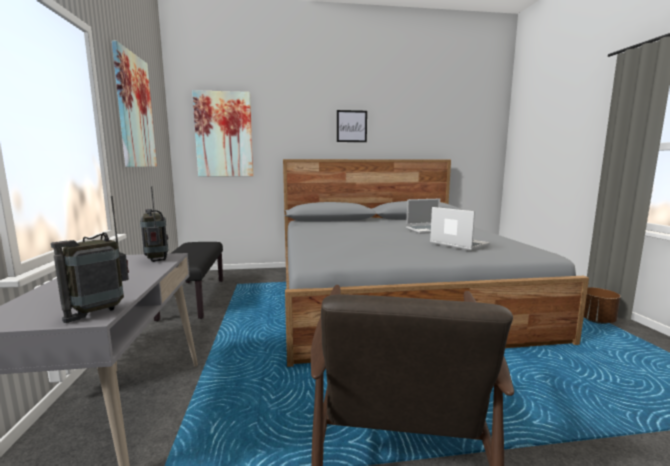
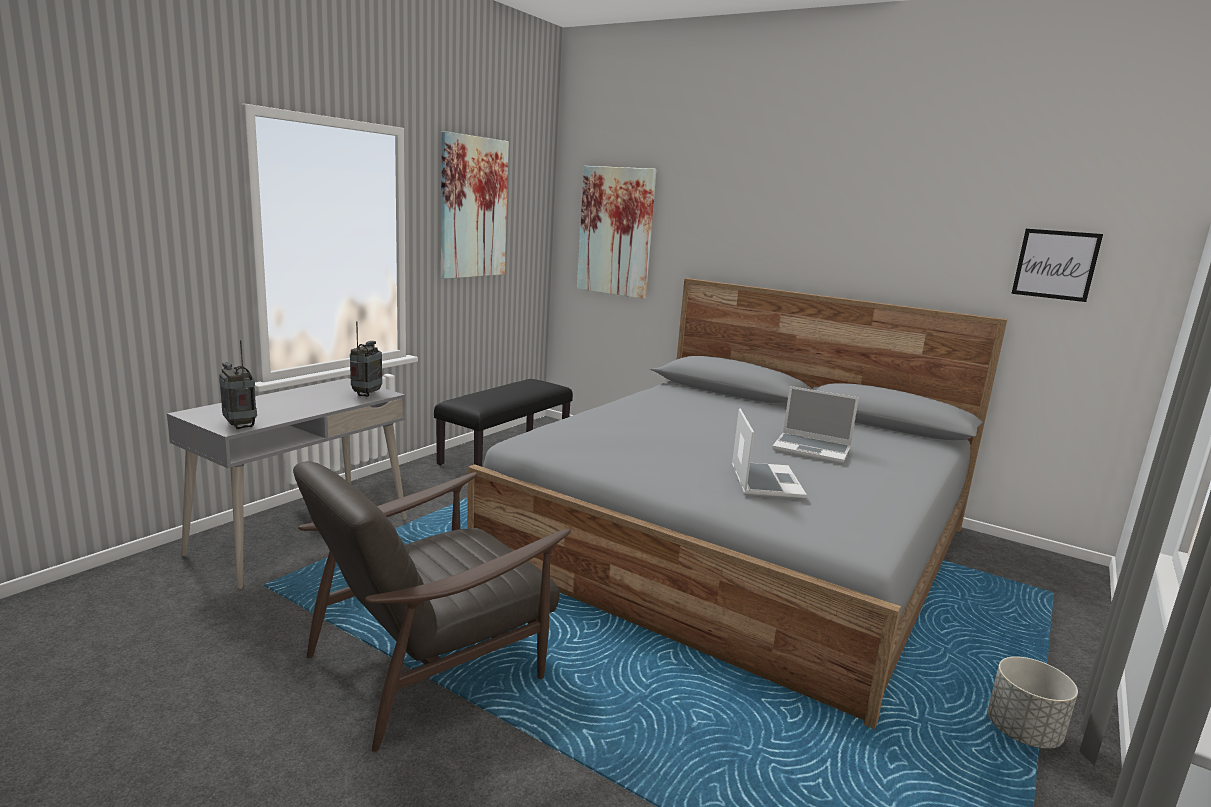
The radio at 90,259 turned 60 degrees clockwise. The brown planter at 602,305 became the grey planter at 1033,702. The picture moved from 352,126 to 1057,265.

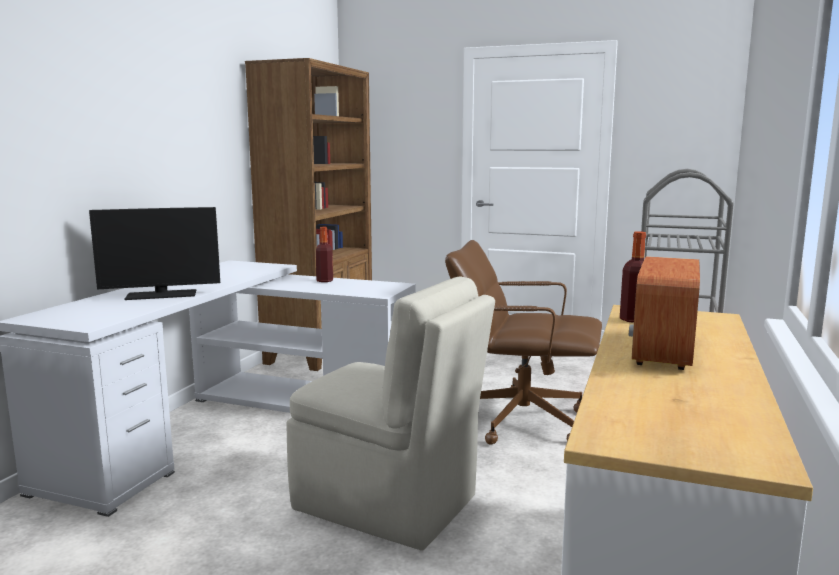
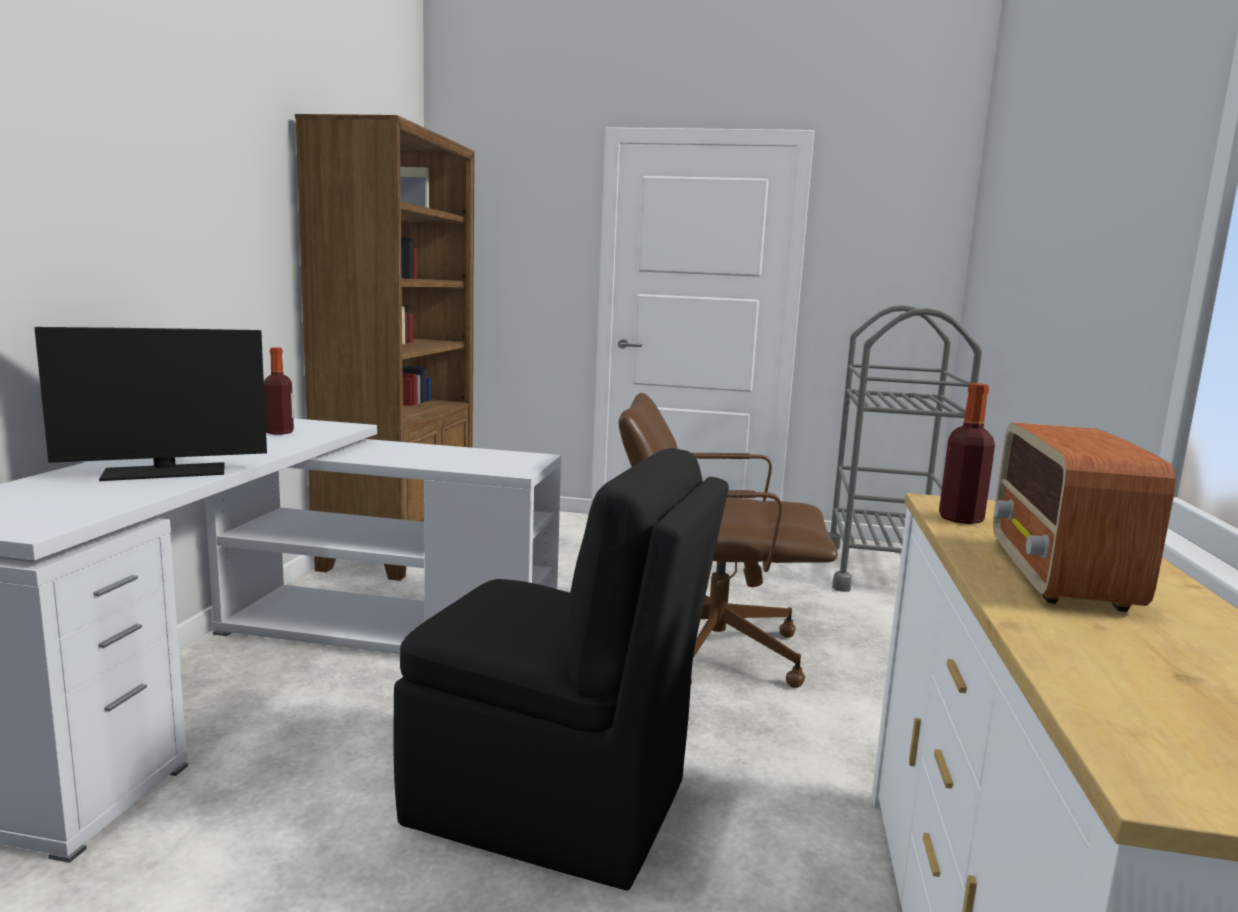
The bottle moved from 324,254 to 279,390. The beige chair at 390,413 became the black chair at 561,669.

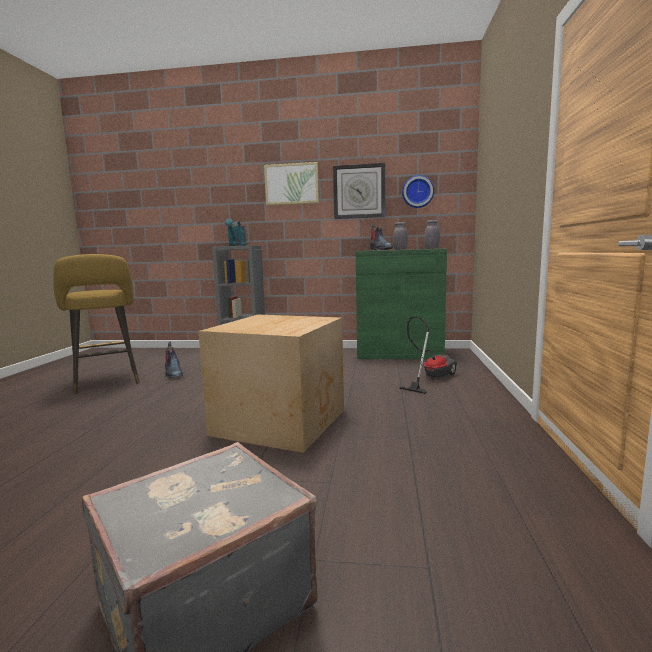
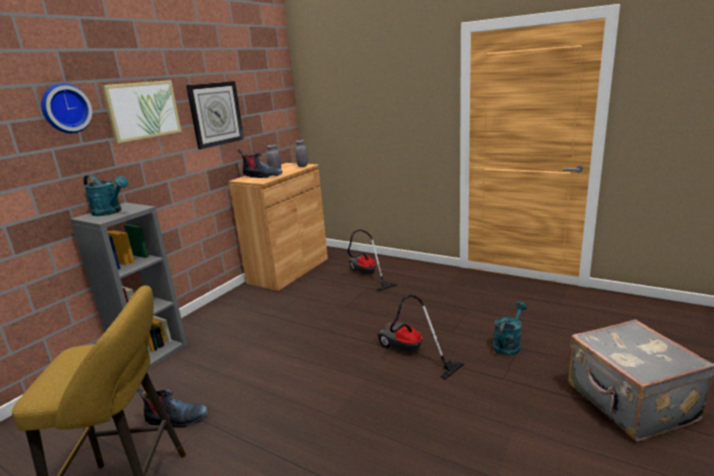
The wall clock moved from 418,191 to 66,108. The green cabinet at 401,304 became the brown cabinet at 278,227. The cardboard box at 271,384 was replaced by the vacuum cleaner at 420,337. The turquoise watering can at 510,329 appeared.

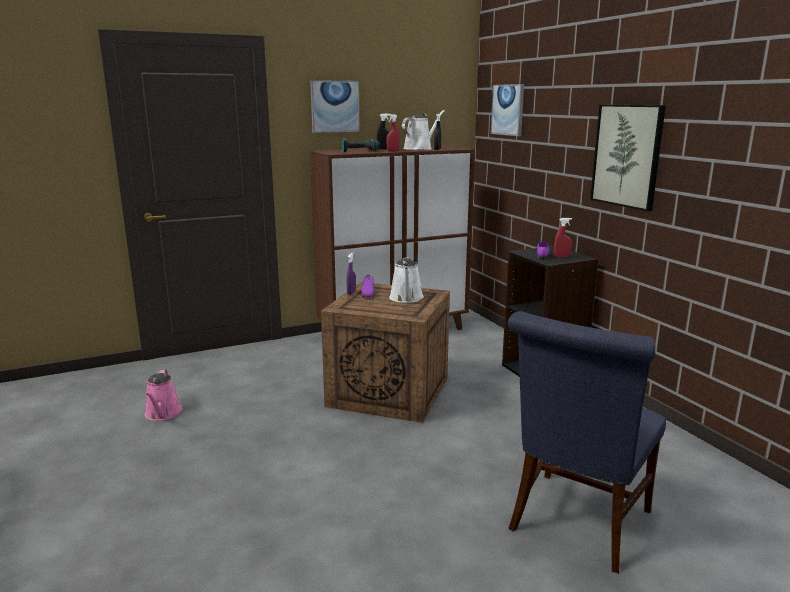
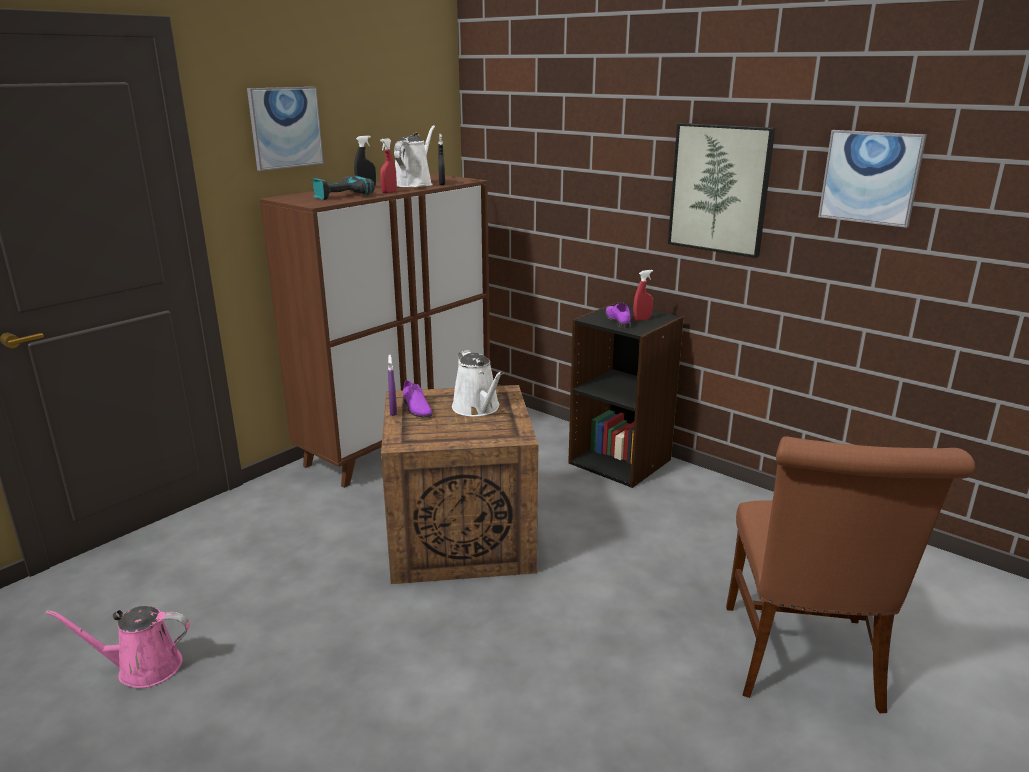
The pink watering can at 164,395 turned 120 degrees clockwise. The blue chair at 587,442 became the brown chair at 850,574. The picture moved from 507,110 to 872,179.

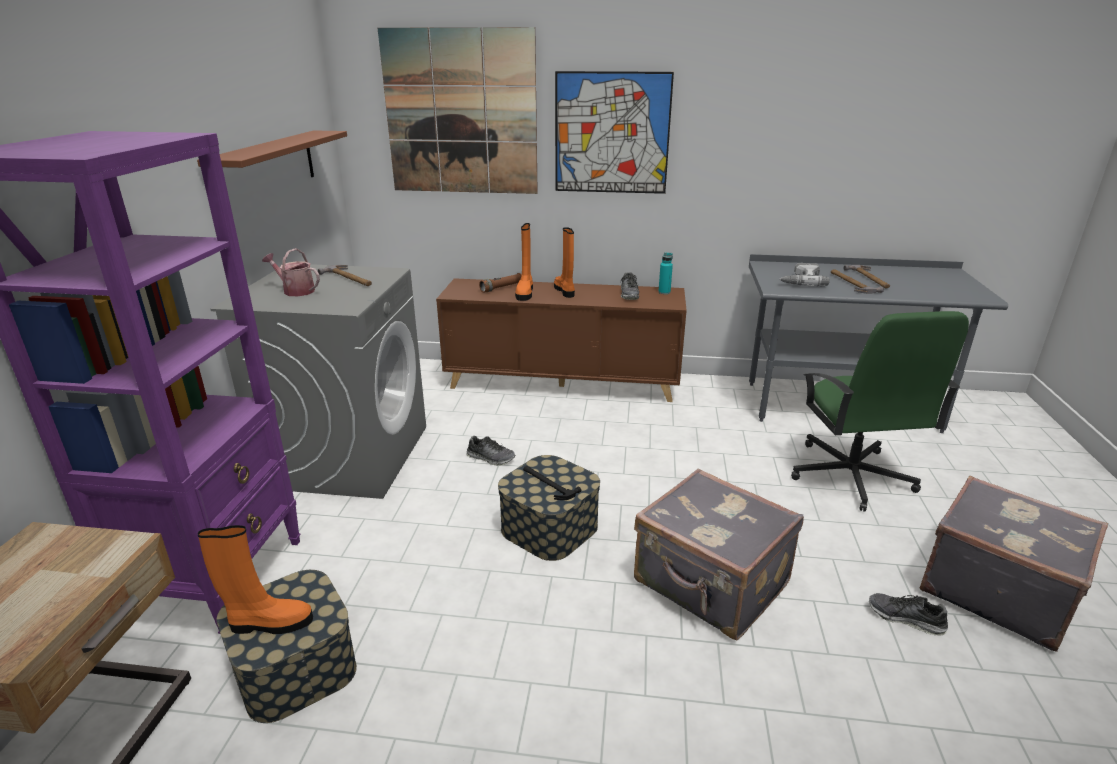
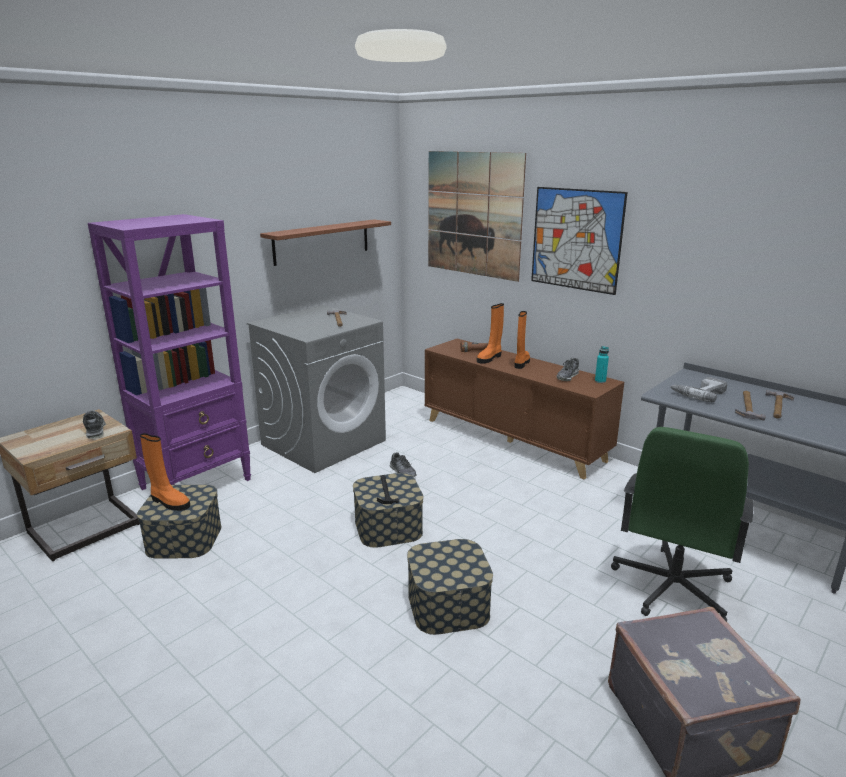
The shoe moved from 908,614 to 94,425. The grey suitcase at 719,554 was replaced by the storage box at 450,587. The watering can at 291,272 disappeared.

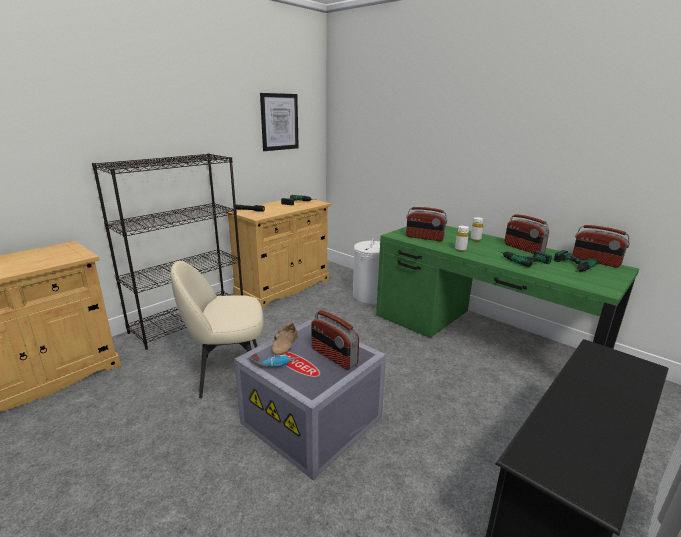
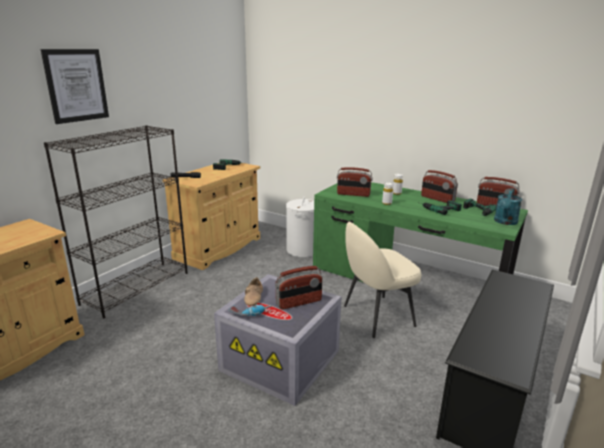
The picture moved from 279,122 to 75,86. The radio at 335,340 turned 60 degrees counterclockwise. The beige chair moved from 217,329 to 382,280. The turquoise watering can at 508,206 appeared.

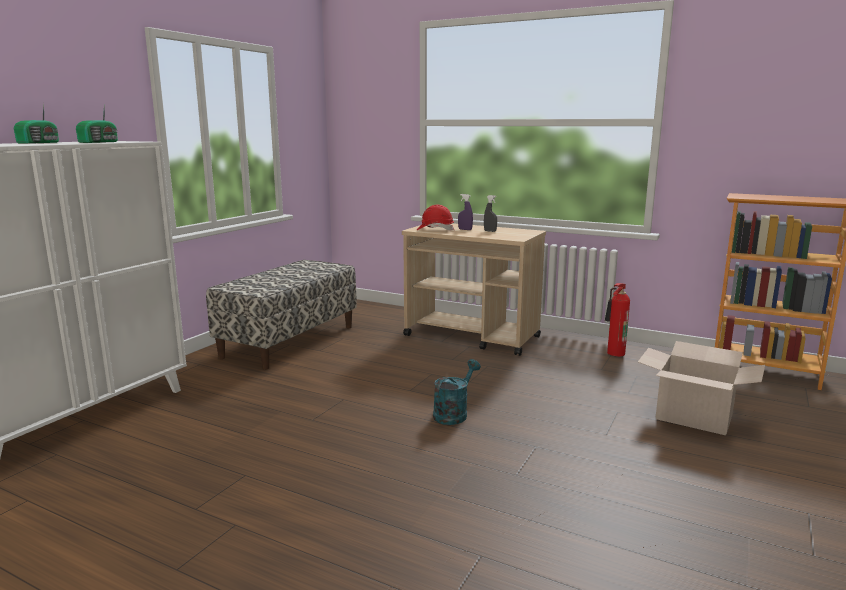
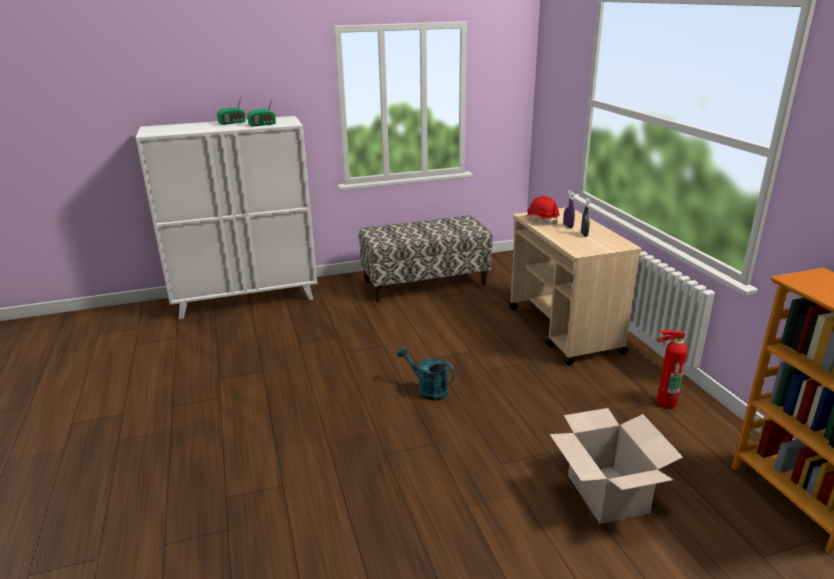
The turquoise watering can at 457,392 turned 135 degrees counterclockwise.

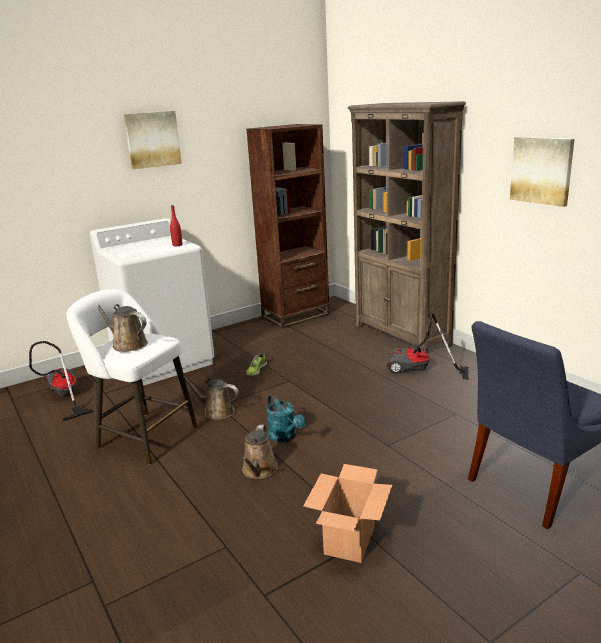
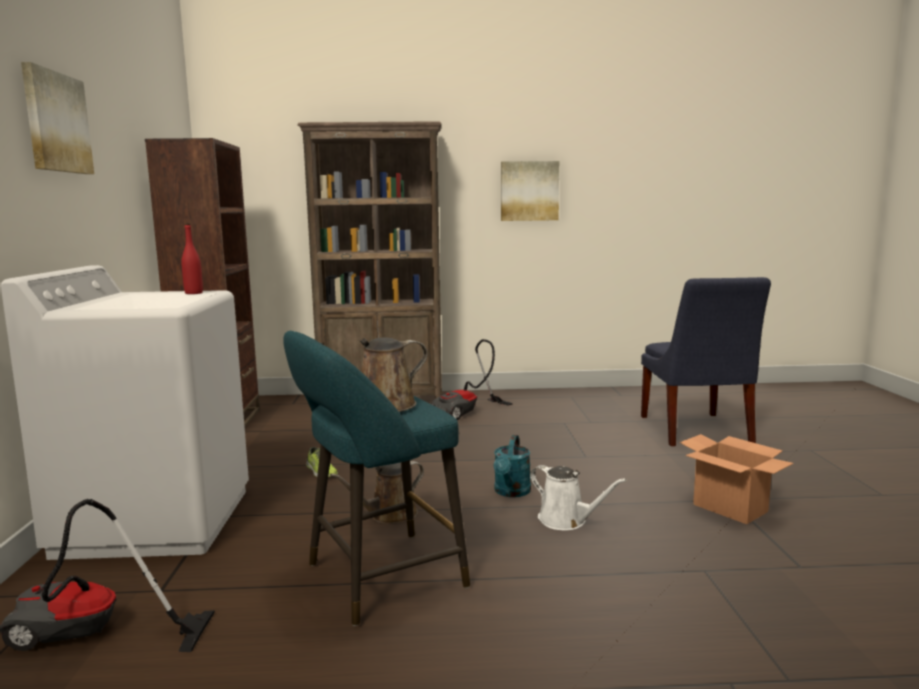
The white stool at 131,377 became the turquoise stool at 376,478. The turquoise watering can at 285,419 turned 105 degrees clockwise. The brown watering can at 260,452 became the white watering can at 578,497.

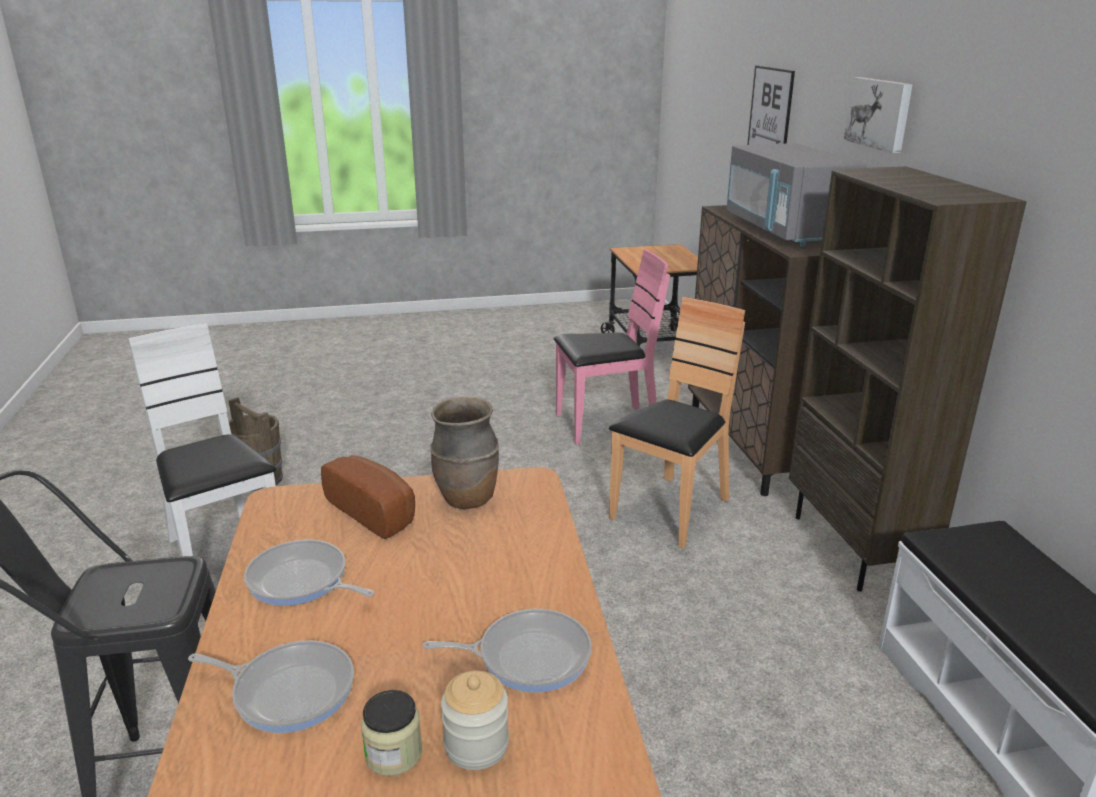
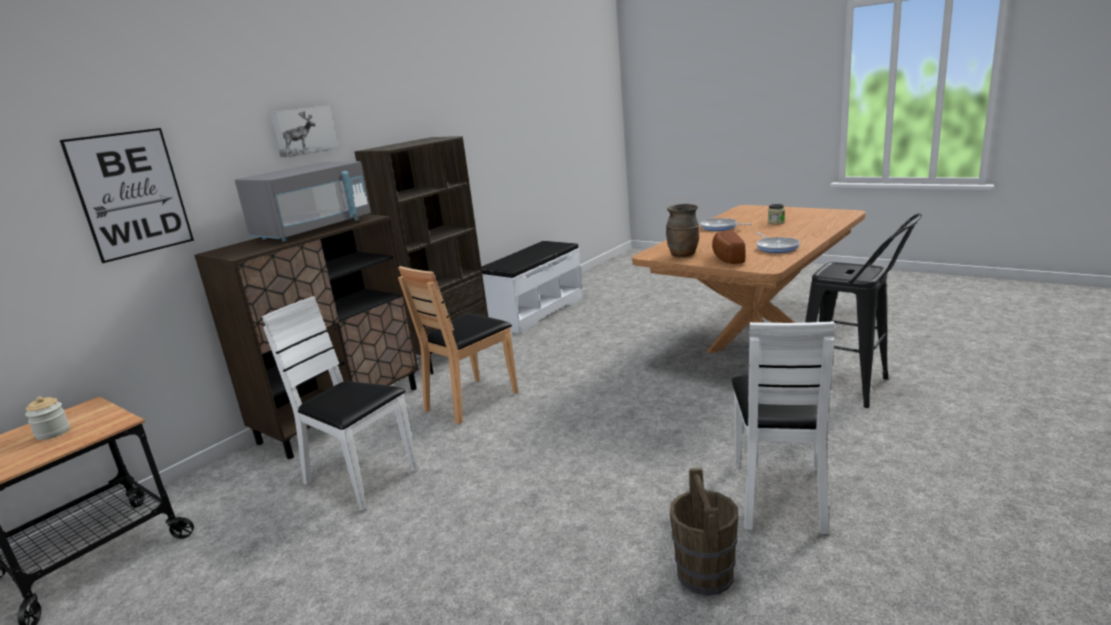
The jar moved from 475,720 to 47,418. The pink chair at 612,347 became the white chair at 340,403. The brown chair at 677,422 turned 45 degrees counterclockwise. The frying pan at 271,686 disappeared.

